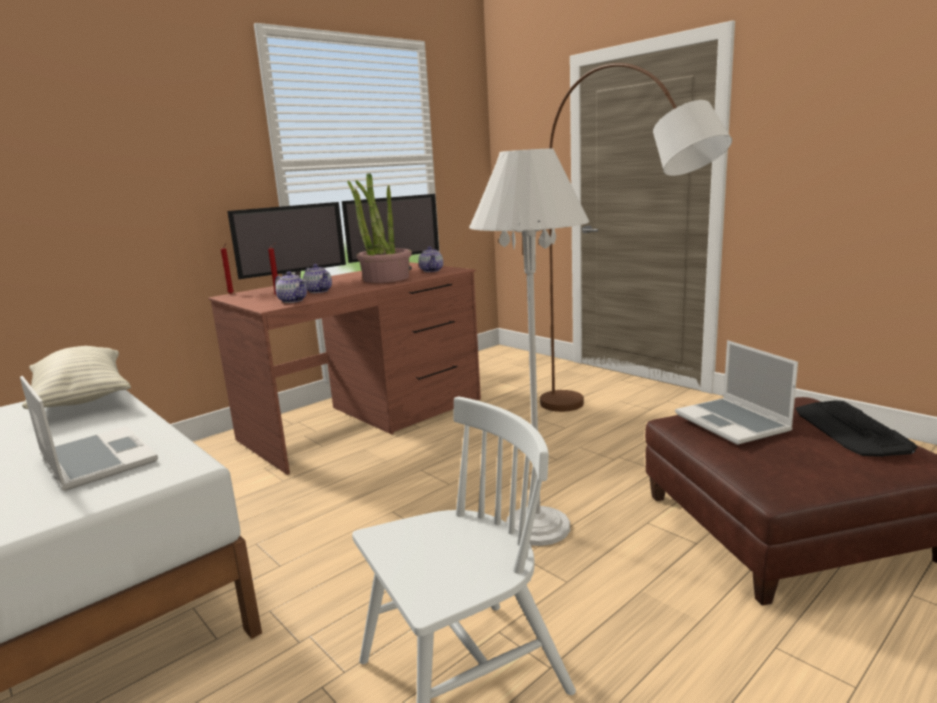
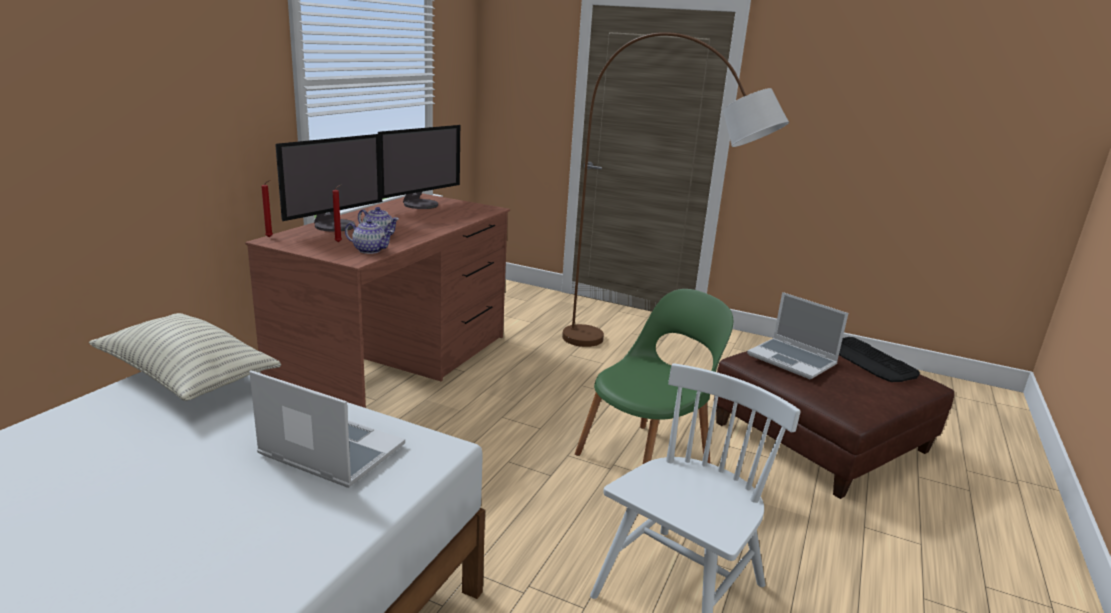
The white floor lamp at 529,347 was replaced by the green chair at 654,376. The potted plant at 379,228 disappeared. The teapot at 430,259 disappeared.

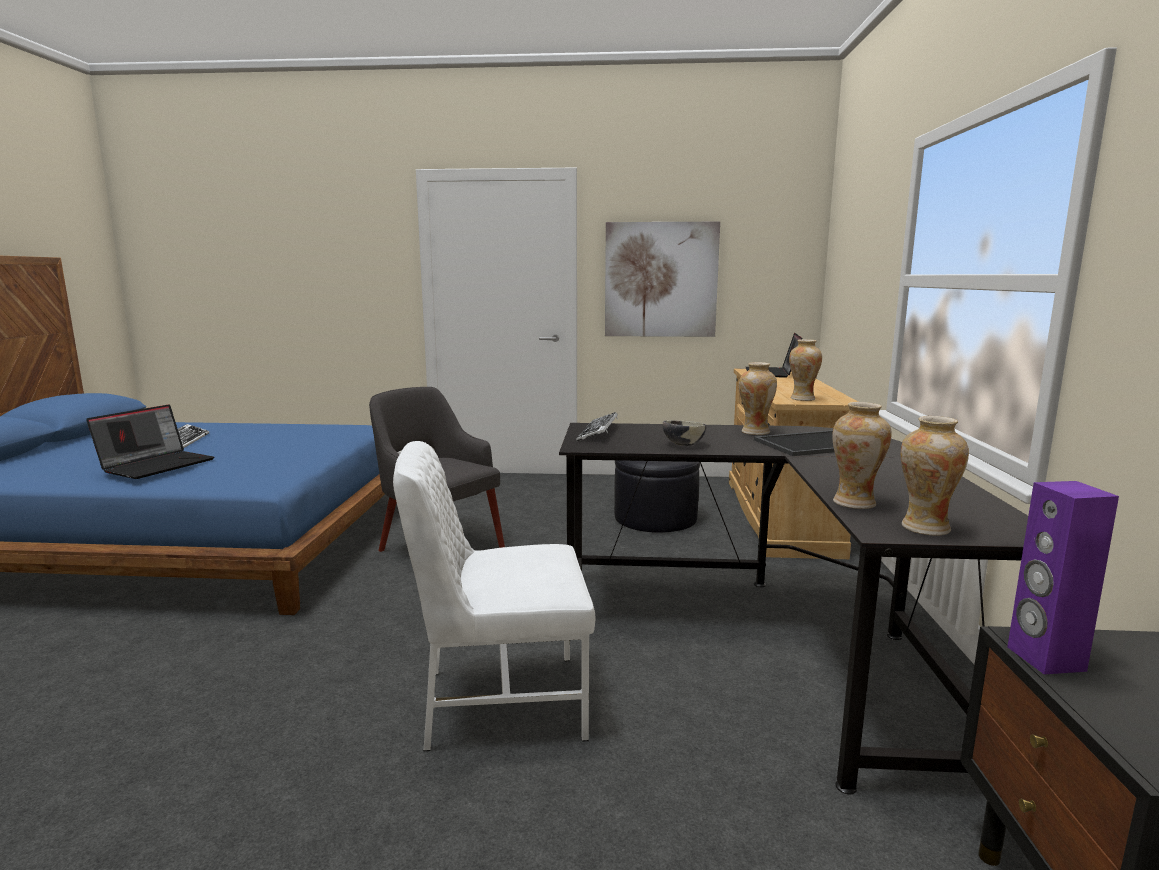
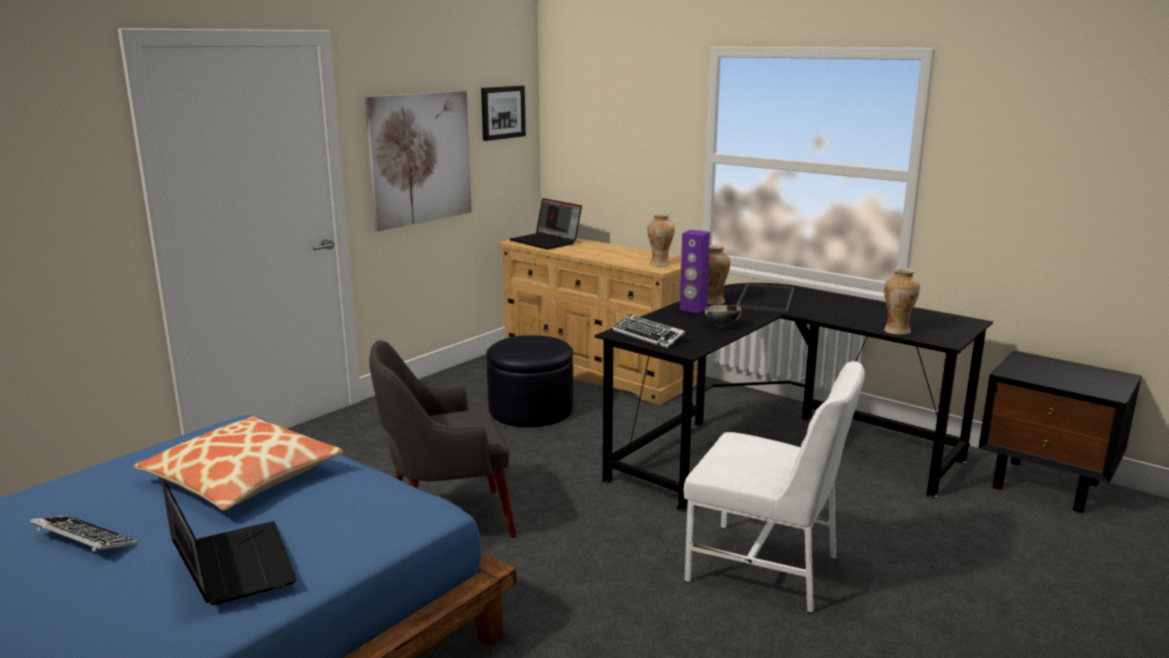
The pillow at 239,463 appeared. The picture at 503,113 appeared. The purple speaker moved from 1063,577 to 695,271. The white chair at 494,596 turned 90 degrees counterclockwise. The vase at 935,476 disappeared.

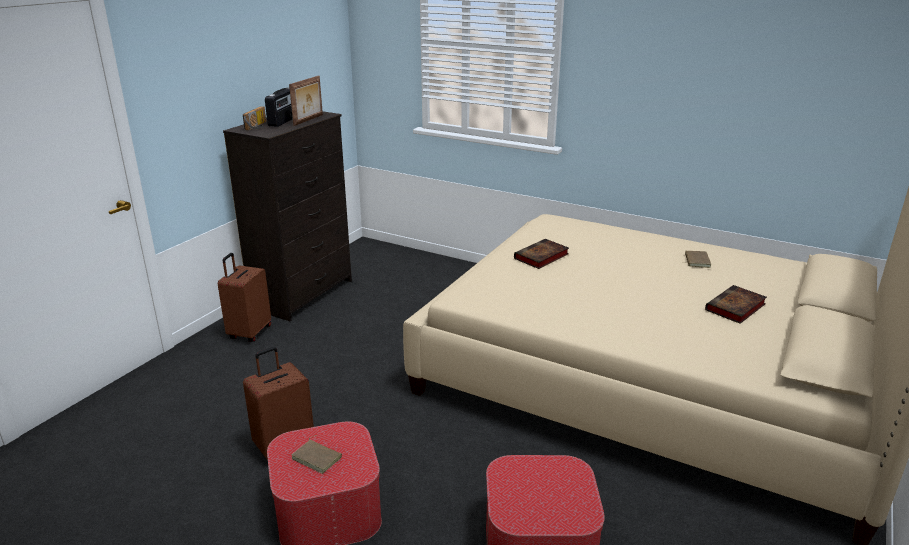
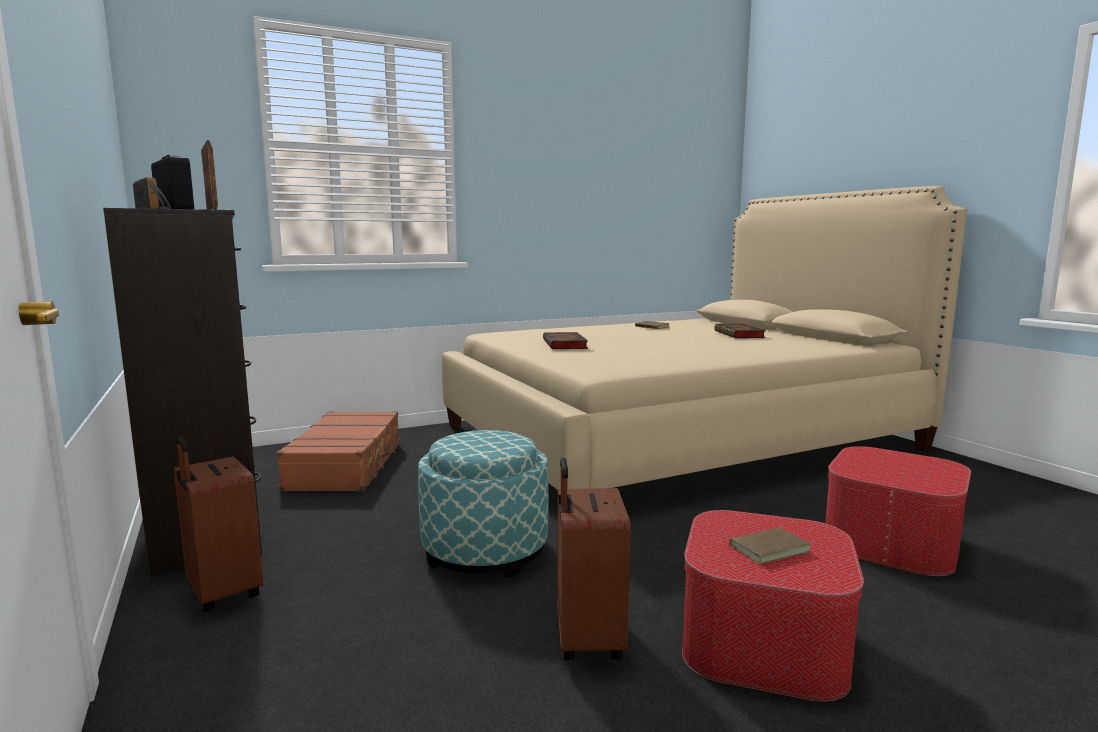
The brown suitcase at 339,451 appeared. The ottoman at 483,504 appeared.

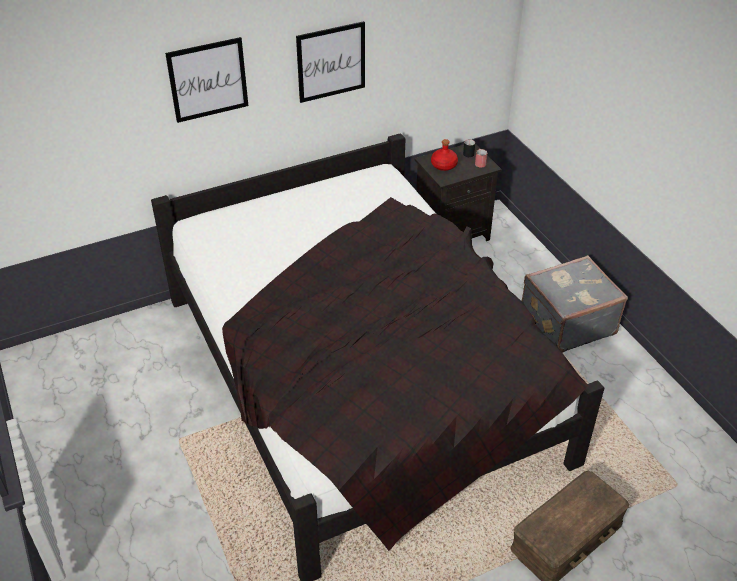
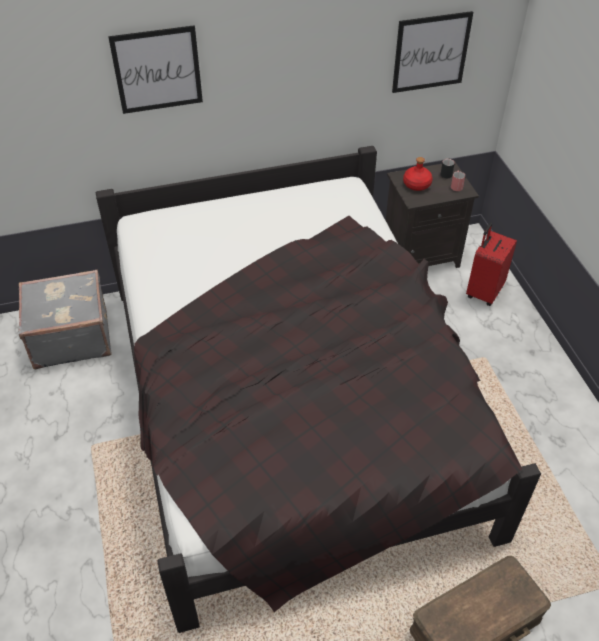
The grey suitcase moved from 575,304 to 65,319. The picture moved from 330,62 to 432,52. The red suitcase at 491,264 appeared.

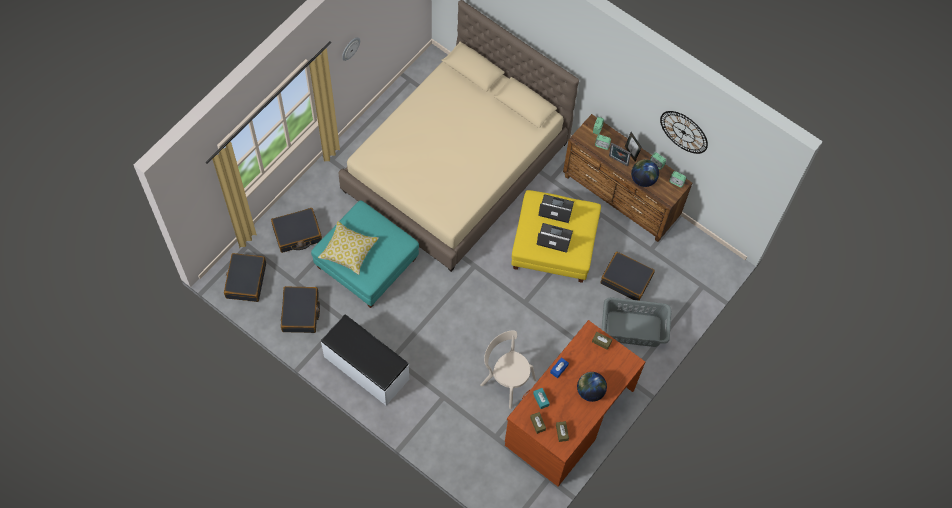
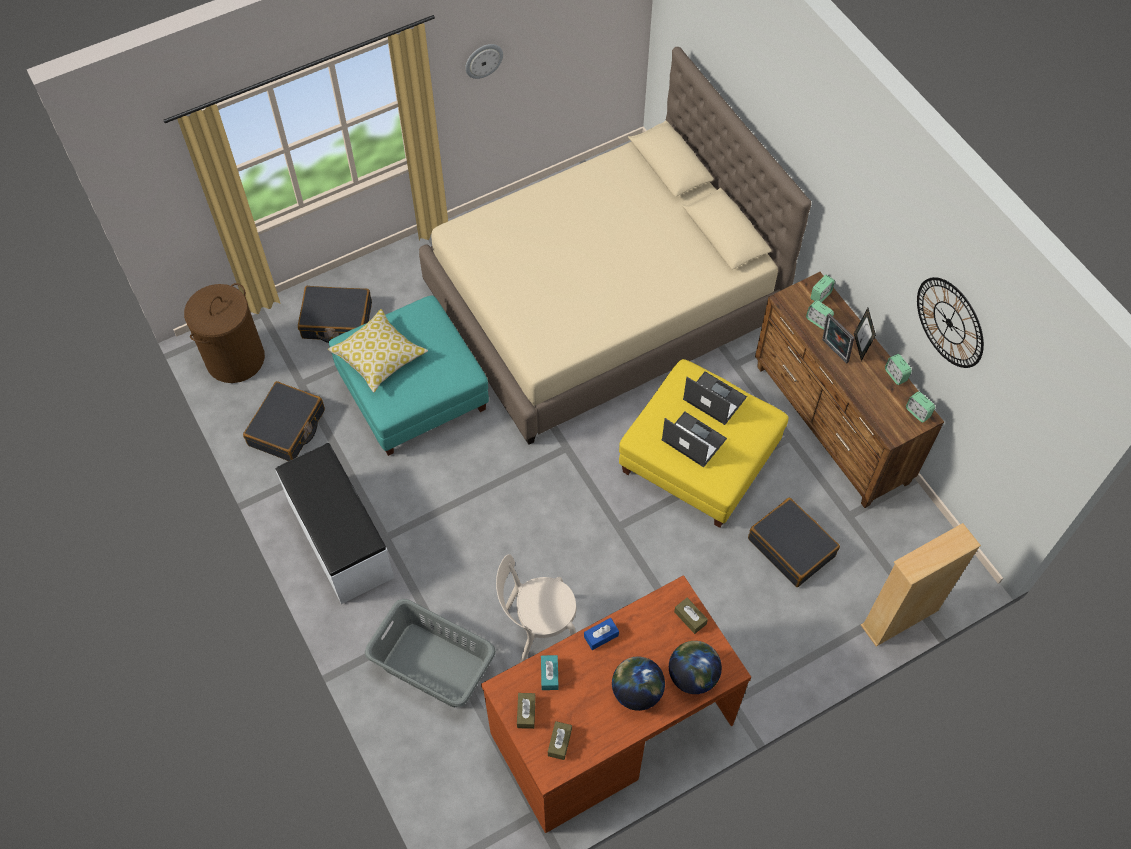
The black suitcase at 245,277 was replaced by the brown laundry basket at 224,333. The grey laundry basket moved from 636,322 to 430,653. The beige chair at 508,369 turned 75 degrees counterclockwise. The globe moved from 645,173 to 695,667. The beige bookcase at 921,585 appeared.

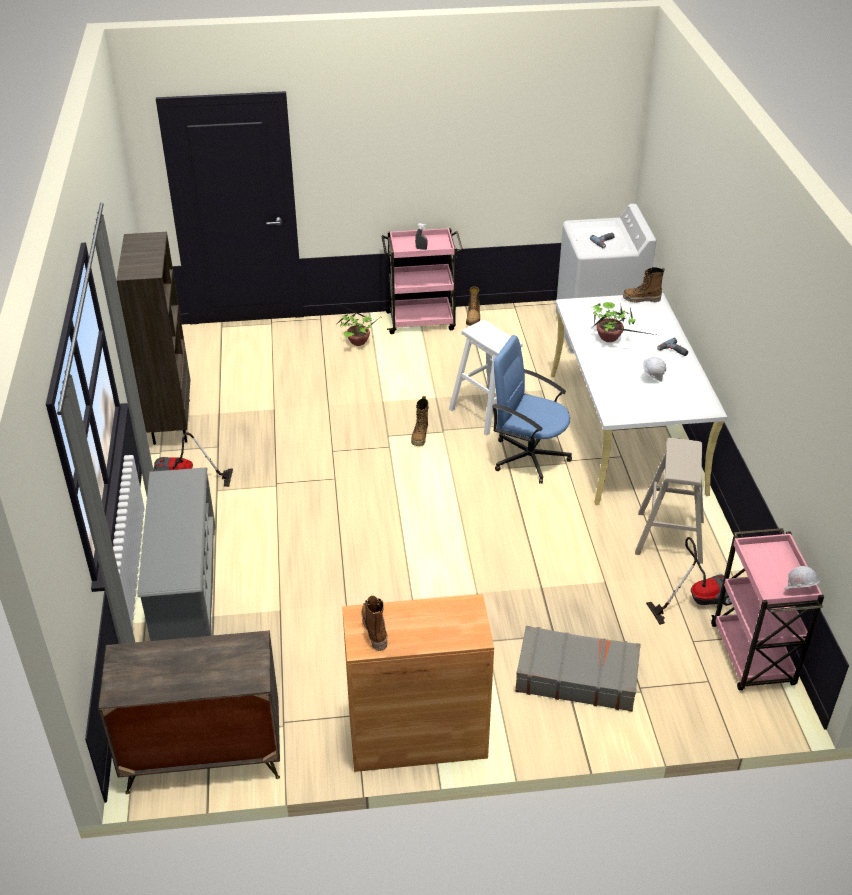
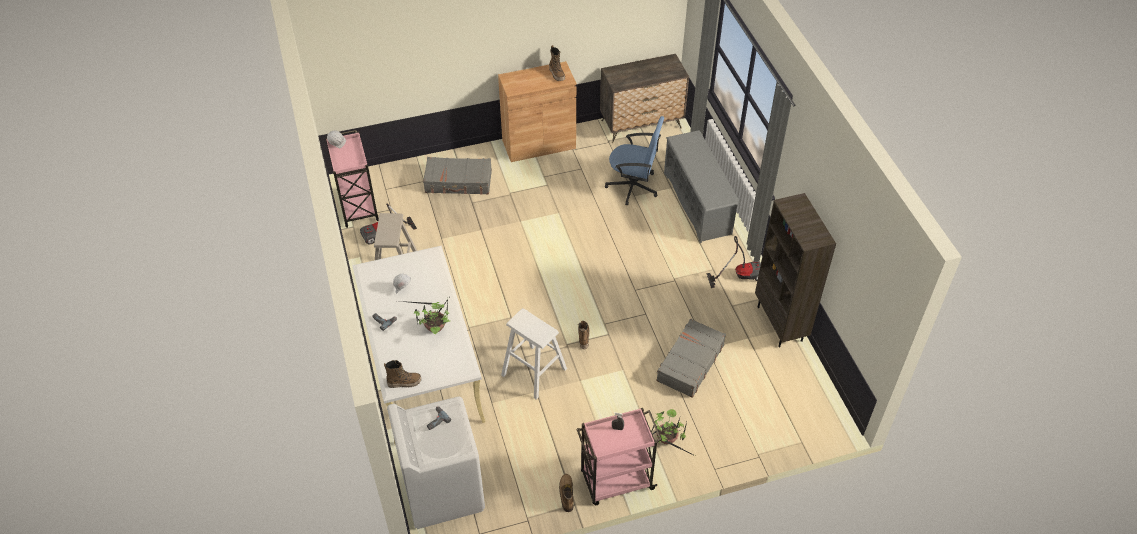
The blue office chair moved from 532,409 to 634,160. The grey suitcase at 691,358 appeared.

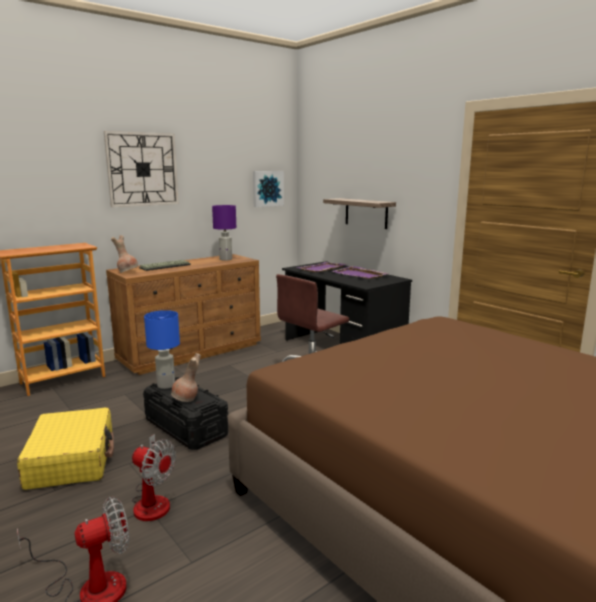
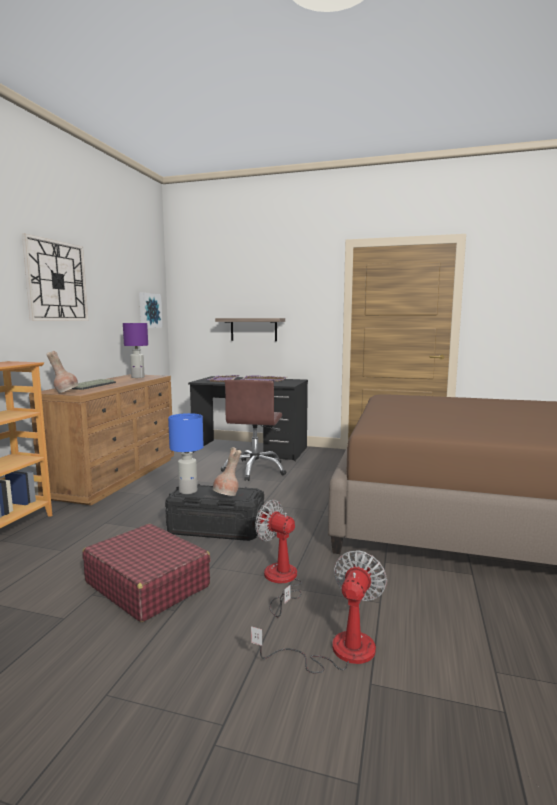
The yellow suitcase at 65,448 became the red suitcase at 146,573. The fan at 154,477 turned 135 degrees counterclockwise.

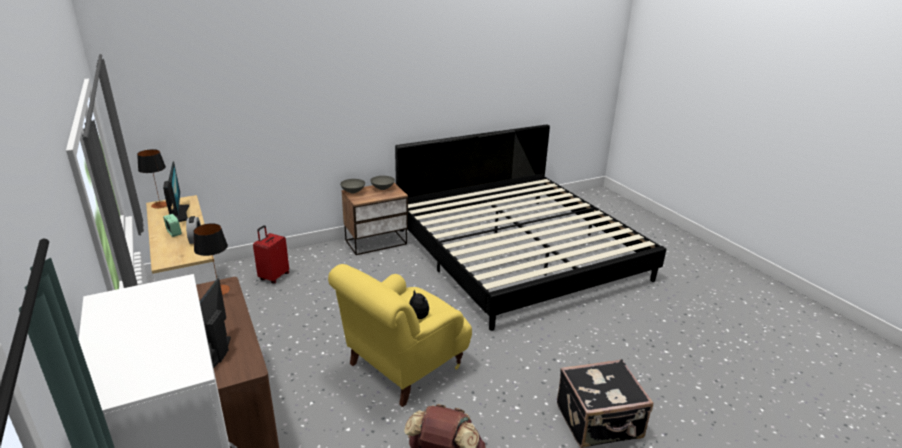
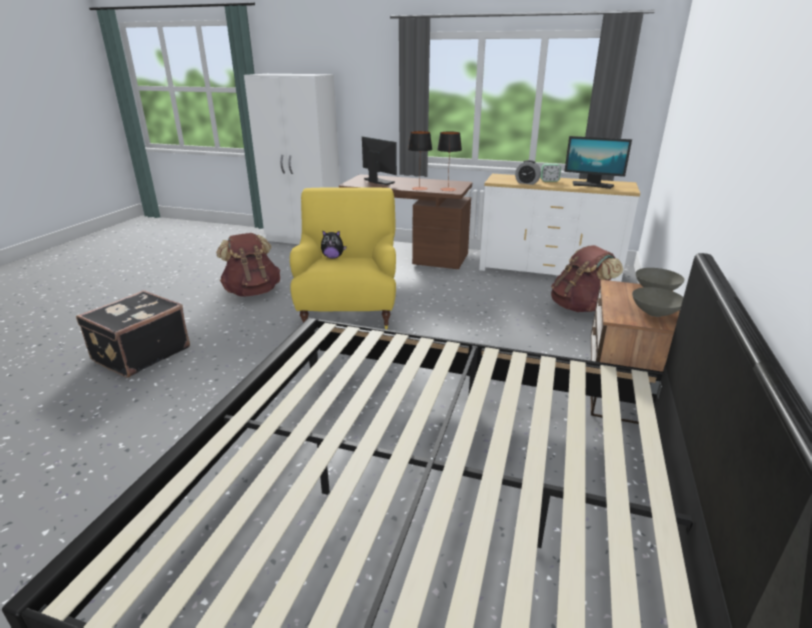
The table lamp moved from 152,178 to 420,161. The red suitcase at 271,254 was replaced by the brown backpack at 587,278.

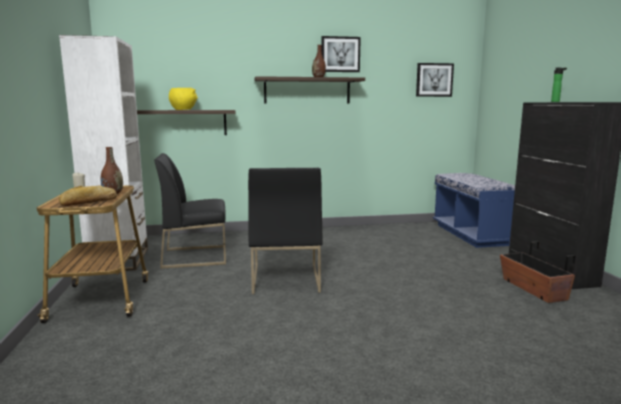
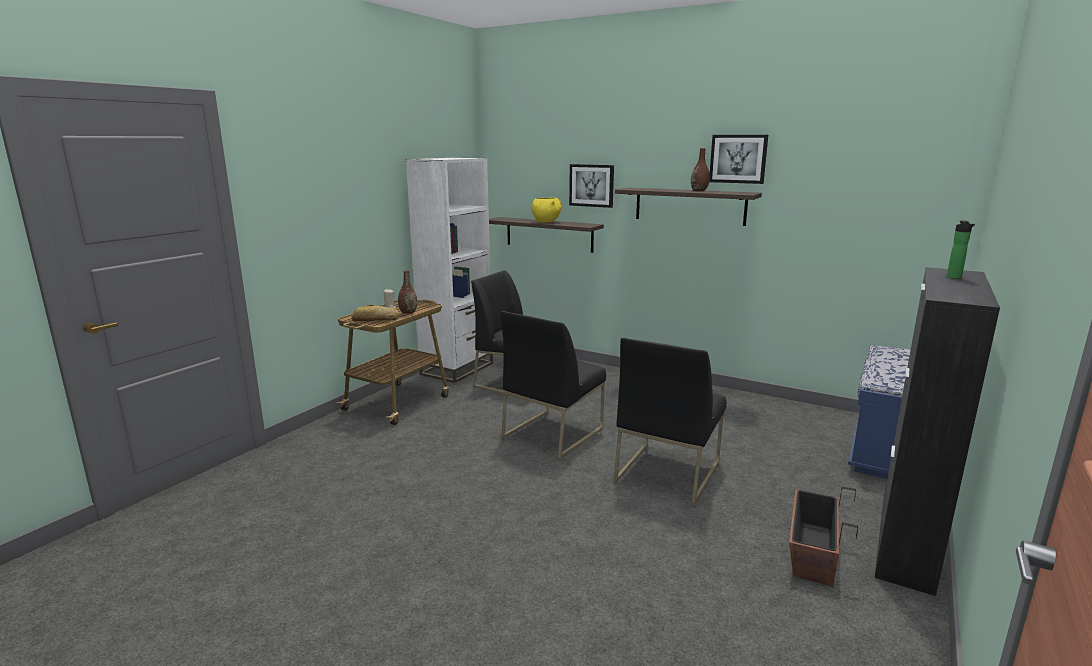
The picture moved from 435,80 to 591,186. The black chair at 670,421 appeared.

